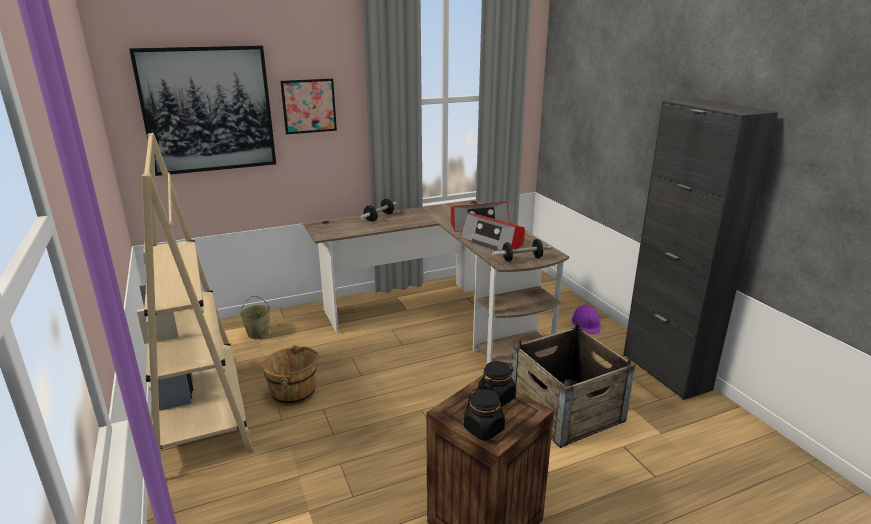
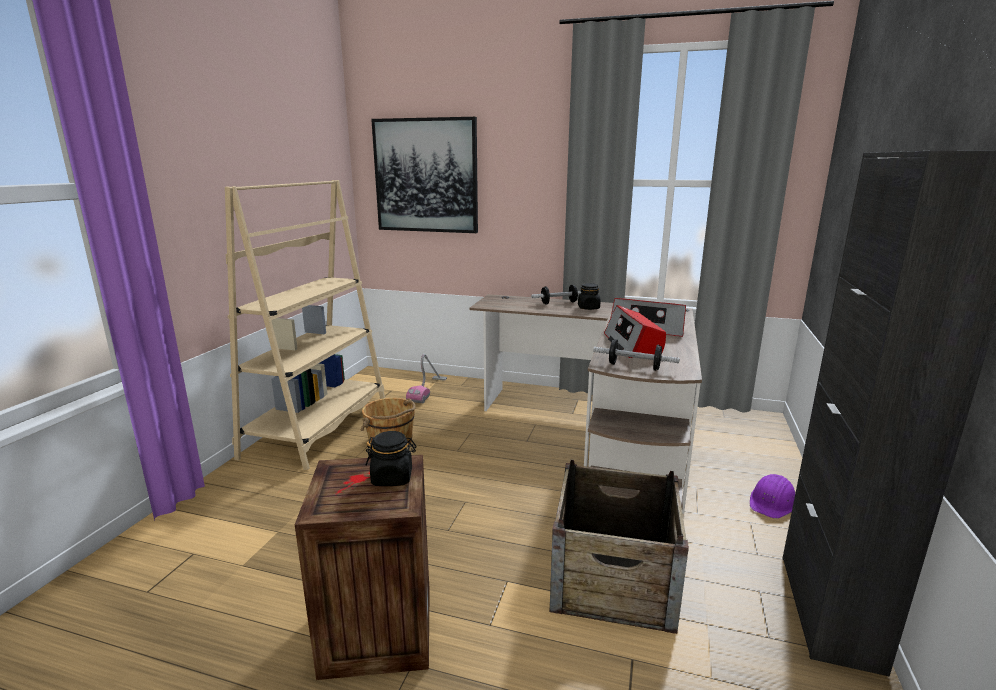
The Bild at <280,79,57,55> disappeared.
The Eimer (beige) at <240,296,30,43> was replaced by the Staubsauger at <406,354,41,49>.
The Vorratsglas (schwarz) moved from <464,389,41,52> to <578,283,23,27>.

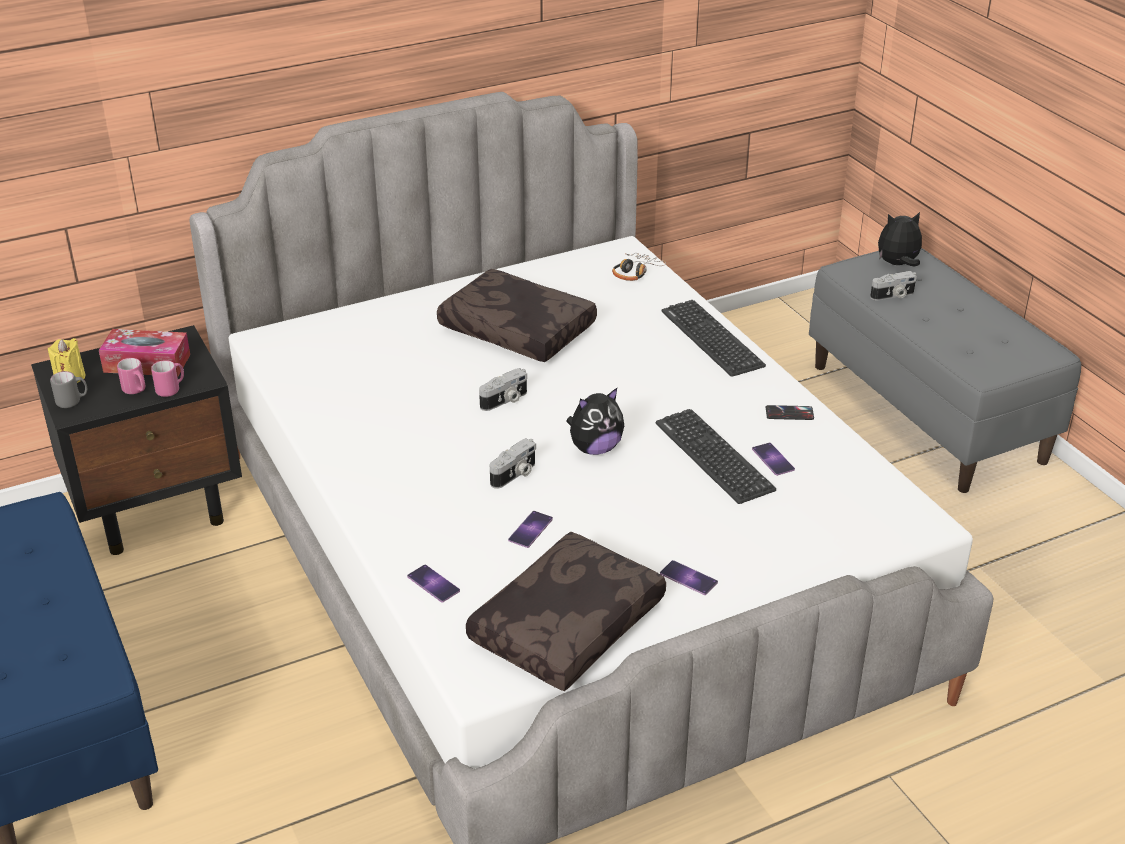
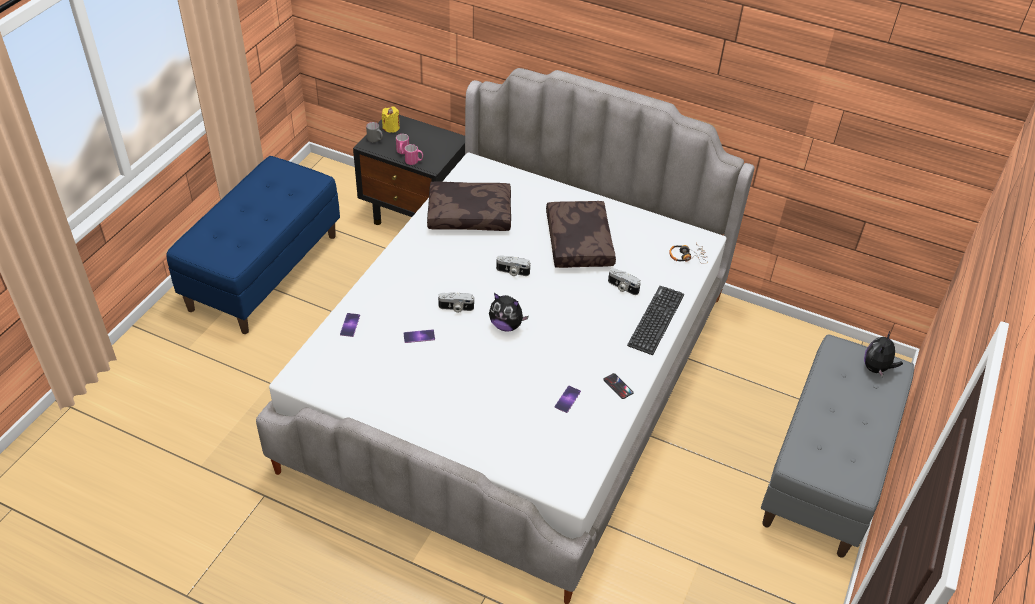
The Plüschtier at <878,212,44,54> turned 105 degrees counterclockwise.
The Kamera moved from <870,271,47,29> to <608,268,33,27>.
The Taschentuchbox at <99,329,91,48> disappeared.
The Tastatur at <656,409,120,95> disappeared.
The Kissen (braun) moved from <466,532,200,159> to <427,181,84,50>.
The Handy at <660,560,58,35> disappeared.

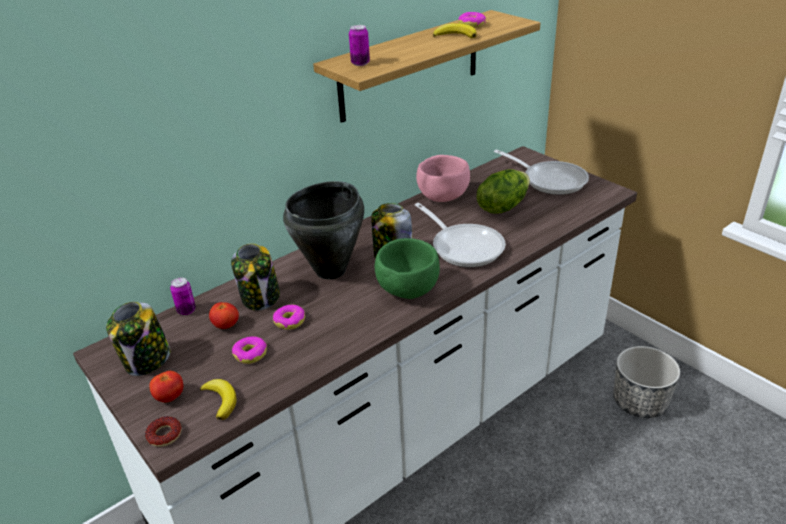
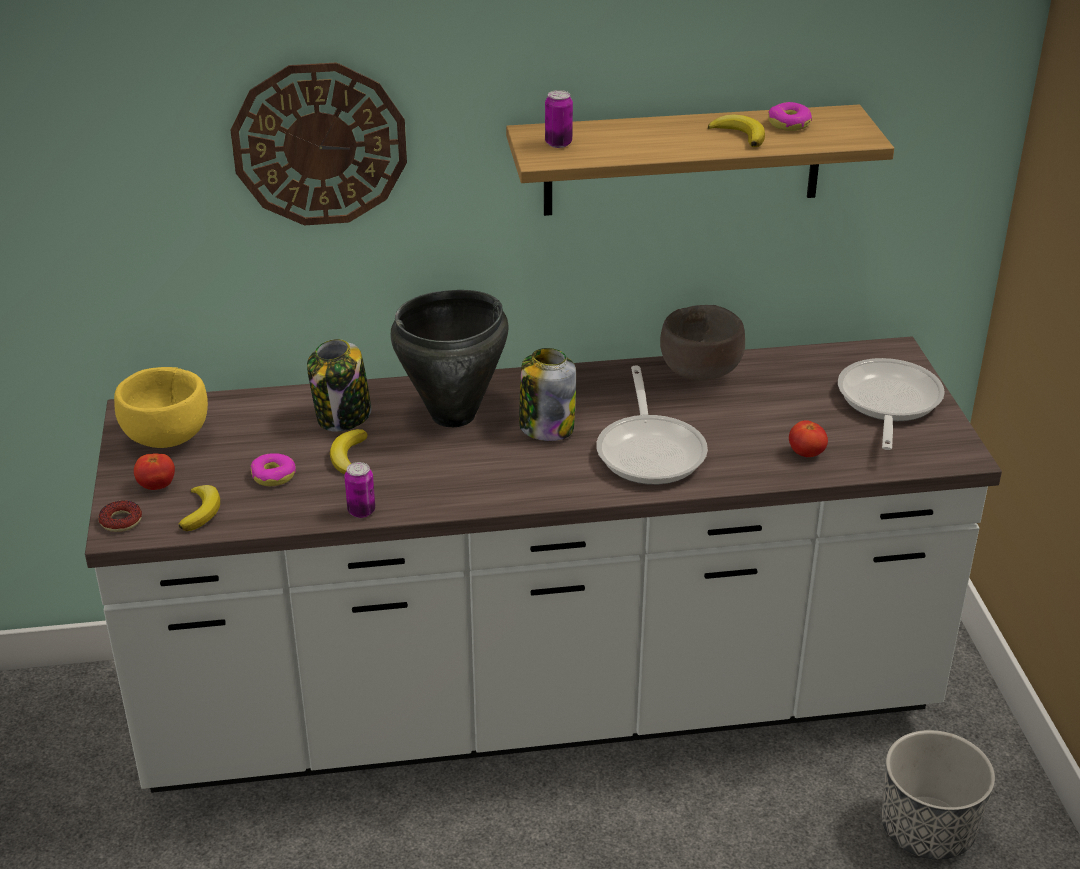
The Pfanne at <494,149,95,46> turned 150 degrees counterclockwise.
The Schüssel (rosa) at <416,155,54,47> became the Schüssel (braun) at <660,305,85,75>.
The Salatkopf at <477,169,53,45> disappeared.
The Schüssel (grün) at <375,238,65,61> disappeared.
The Dose moved from <170,277,26,38> to <344,462,31,56>.
The Vorratsglas at <106,302,65,74> was replaced by the Schüssel (gelb) at <114,367,94,81>.
The Tomate moved from <209,302,30,27> to <789,420,39,37>.
The Donut at <273,305,32,25> was replaced by the Banane at <330,429,38,45>.
The Wanduhr at <230,62,177,164> appeared.

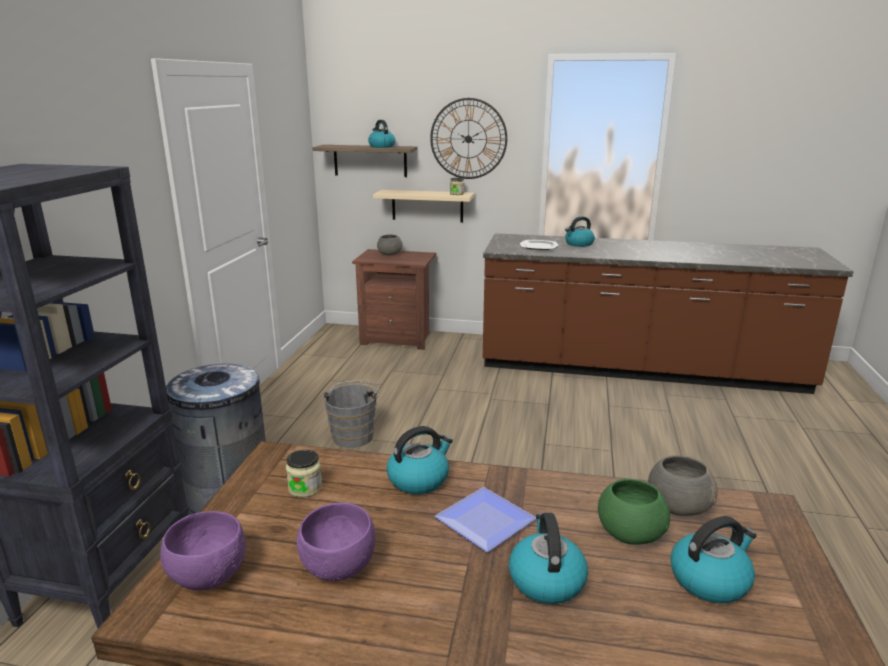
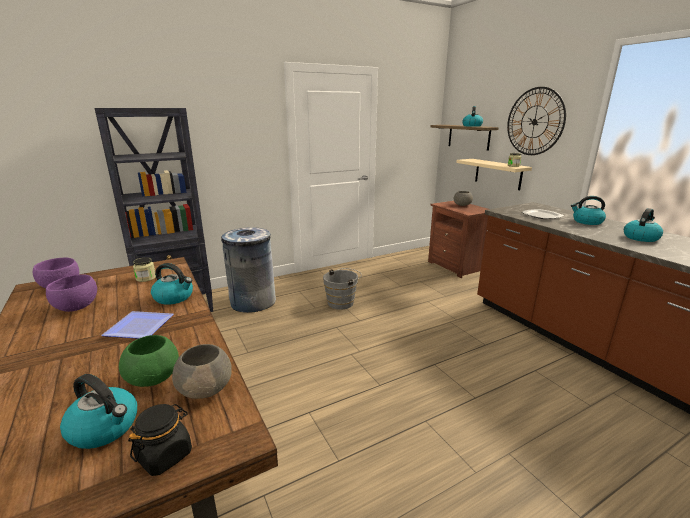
The Wasserkessel moved from <509,513,79,91> to <624,208,39,34>.
The Vorratsglas (schwarz) at <128,404,64,72> appeared.

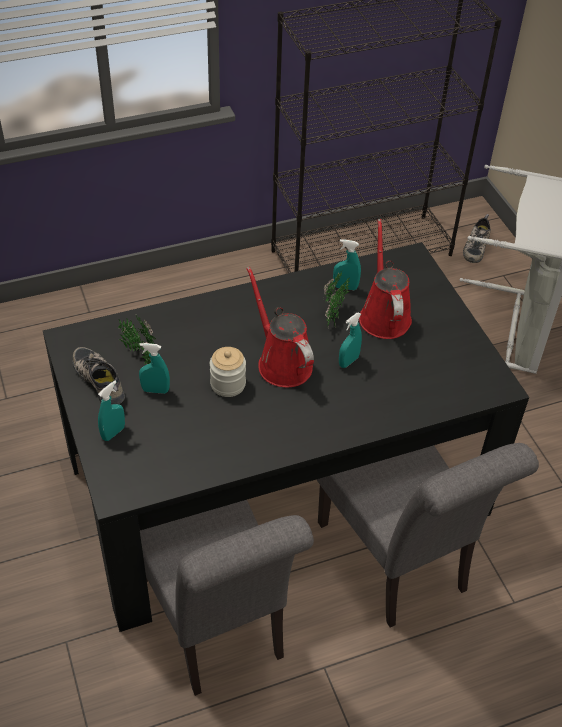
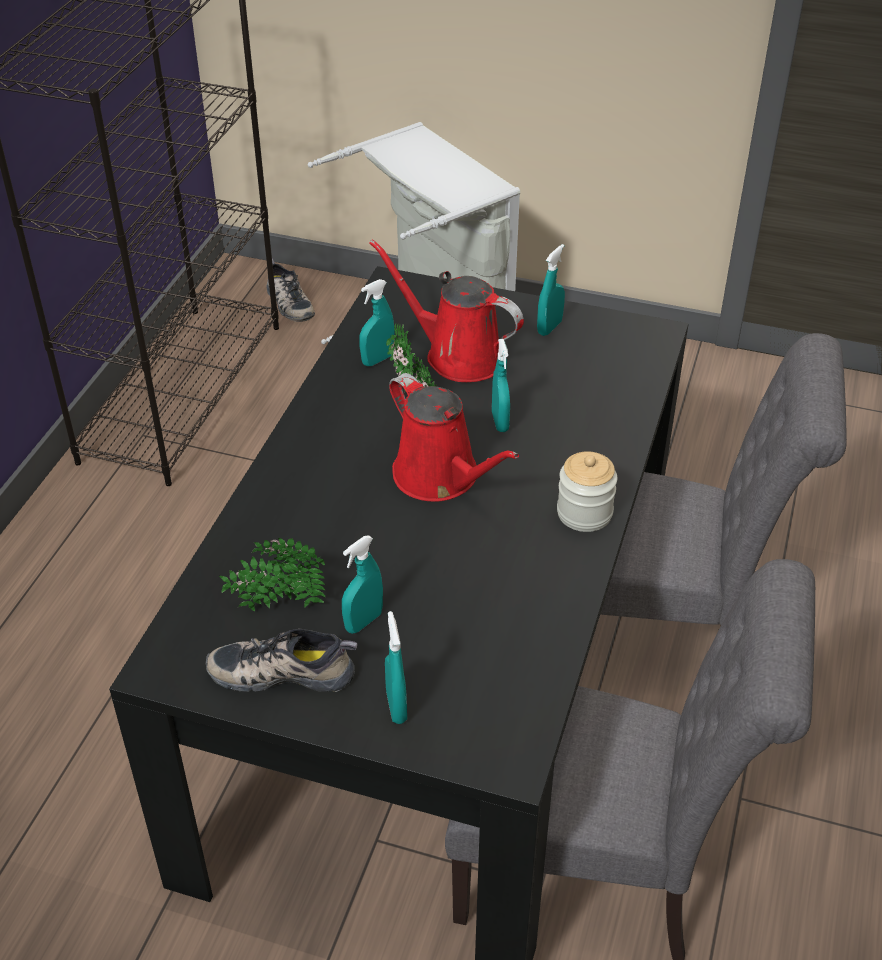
The Gießkanne (rot) at <246,267,68,120> turned 135 degrees counterclockwise.
The Vorratsglas moved from <210,347,36,50> to <557,451,60,81>.
The Sprühflasche (türkis) at <537,244,28,92> appeared.

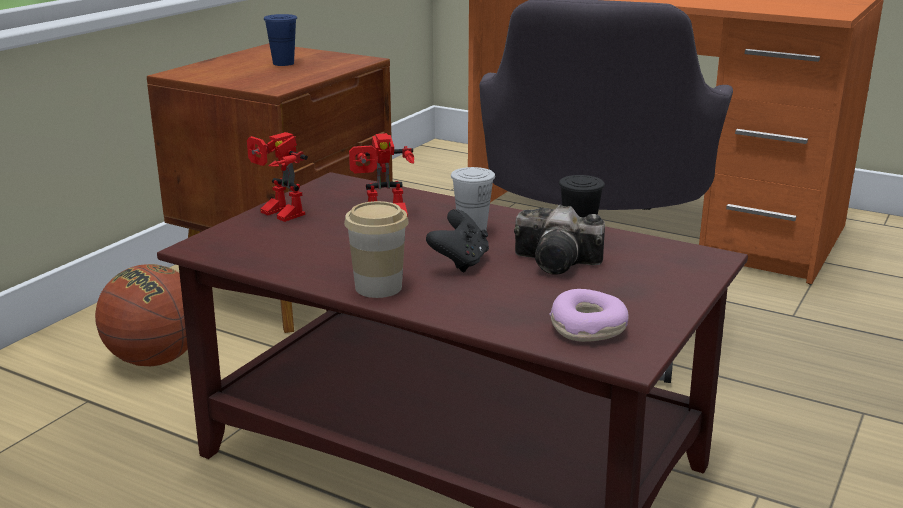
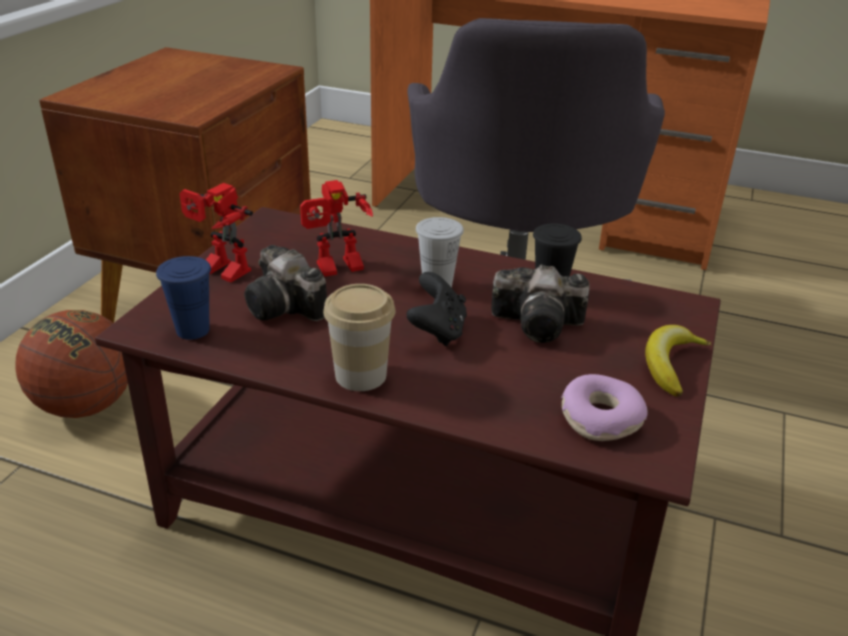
The Tasse (blau) moved from <264,14,33,52> to <156,256,55,84>.
The Kamera at <244,245,83,76> appeared.
The Banane at <645,325,67,72> appeared.

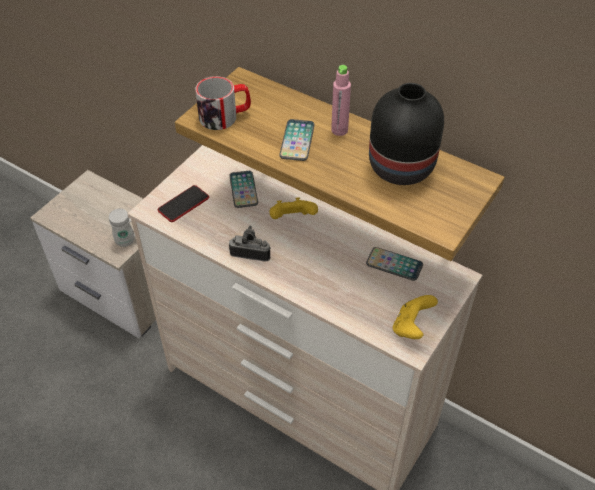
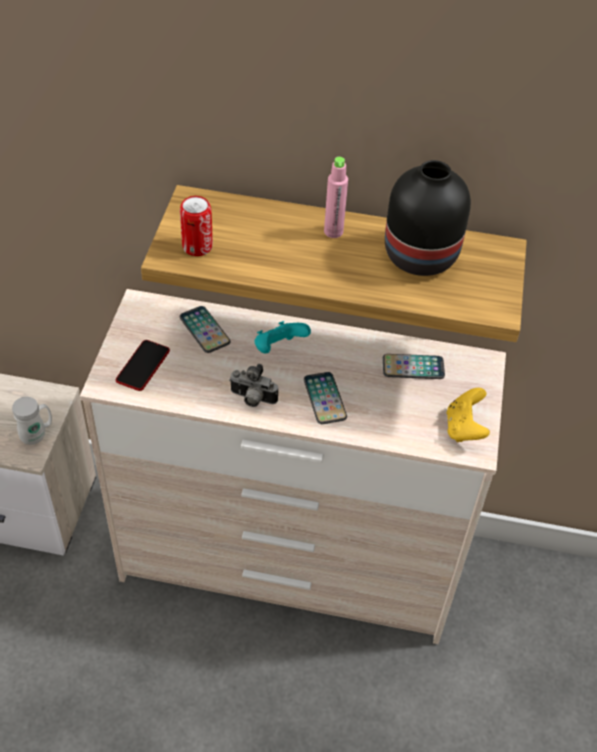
The Henkelbecher at <195,76,56,54> was replaced by the Dose at <180,196,33,60>.
The Handy moved from <279,119,36,42> to <304,372,43,52>.
The Gamepad (gelb) at <270,197,48,22> became the Gamepad (türkis) at <254,321,57,32>.
The Kamera at <229,226,42,35> turned 150 degrees counterclockwise.

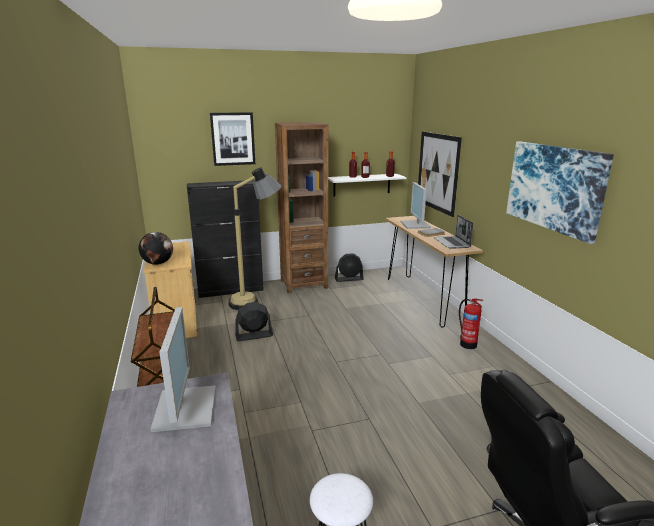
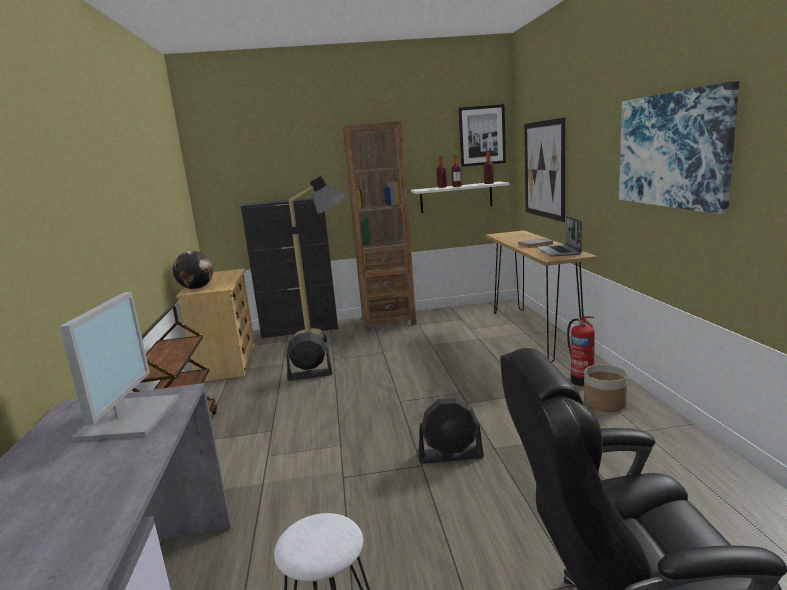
The Bild moved from <210,112,45,54> to <458,104,48,63>.
The Monitor at <400,182,31,47> disappeared.
The Ventilator (schwarz) moved from <335,253,29,29> to <418,398,66,66>.
The Pflanzkübel at <584,365,44,47> appeared.

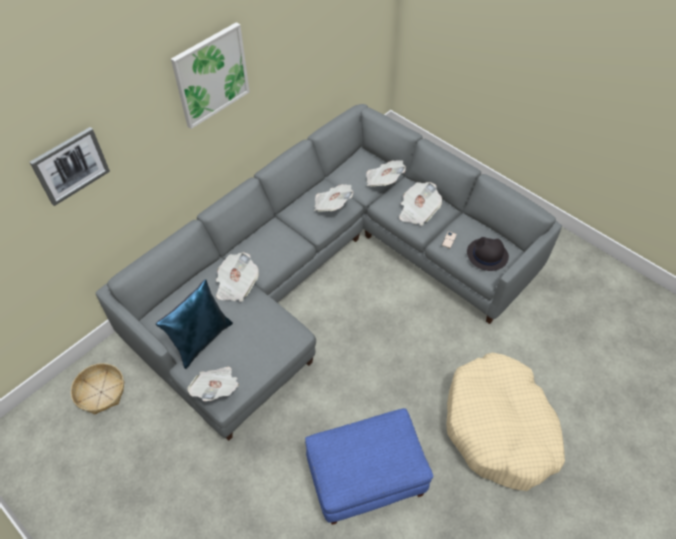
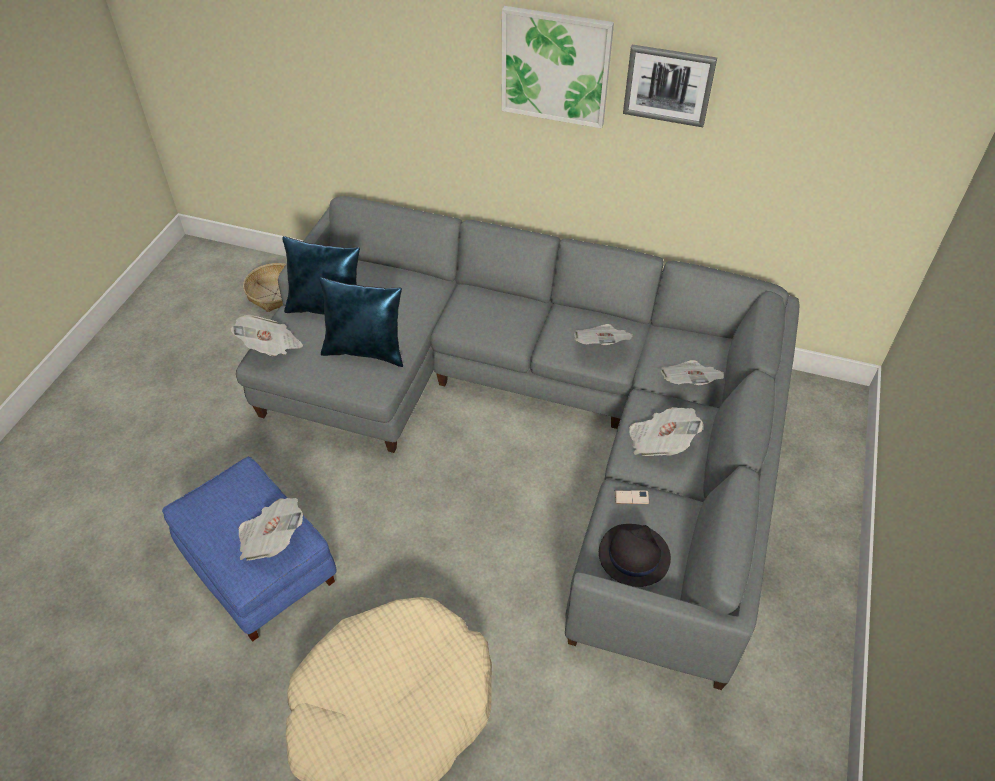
The Bild moved from <29,127,81,79> to <623,45,94,82>.
The Zeitung moved from <216,252,43,50> to <238,498,65,62>.
The Kissen (blau) at <319,277,84,90> appeared.

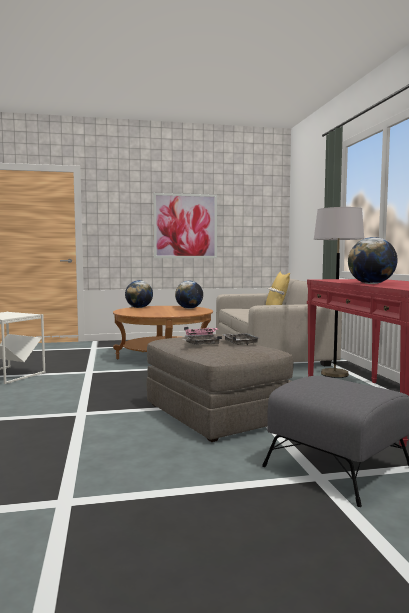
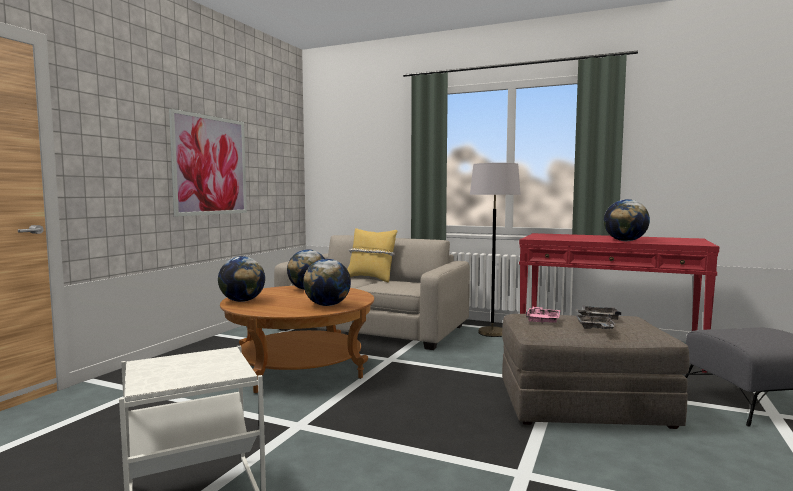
The Globus at <303,259,48,47> appeared.

